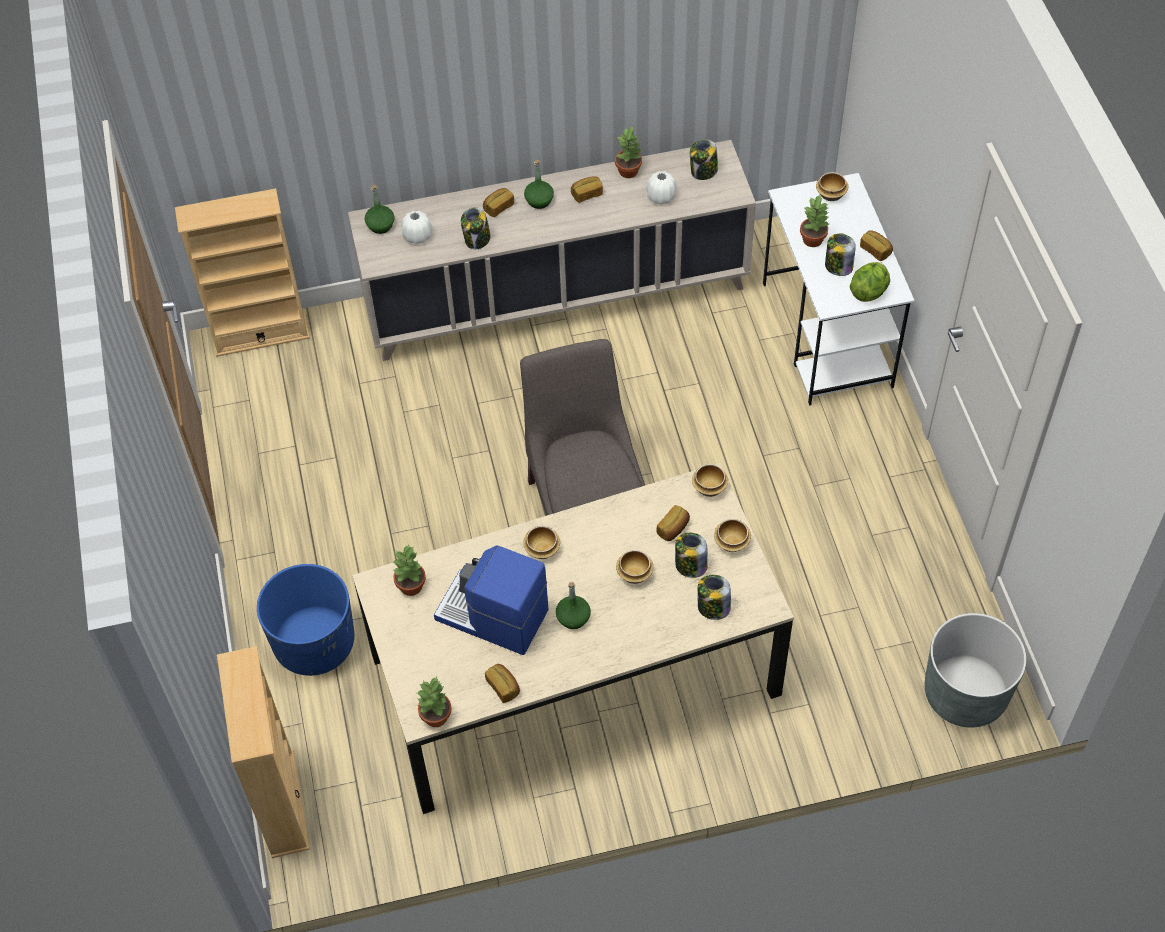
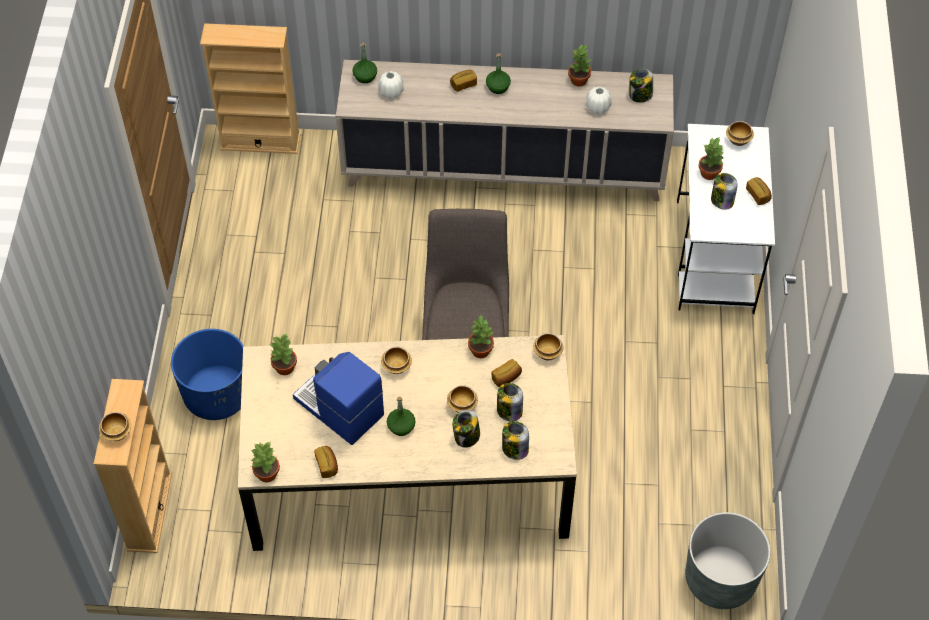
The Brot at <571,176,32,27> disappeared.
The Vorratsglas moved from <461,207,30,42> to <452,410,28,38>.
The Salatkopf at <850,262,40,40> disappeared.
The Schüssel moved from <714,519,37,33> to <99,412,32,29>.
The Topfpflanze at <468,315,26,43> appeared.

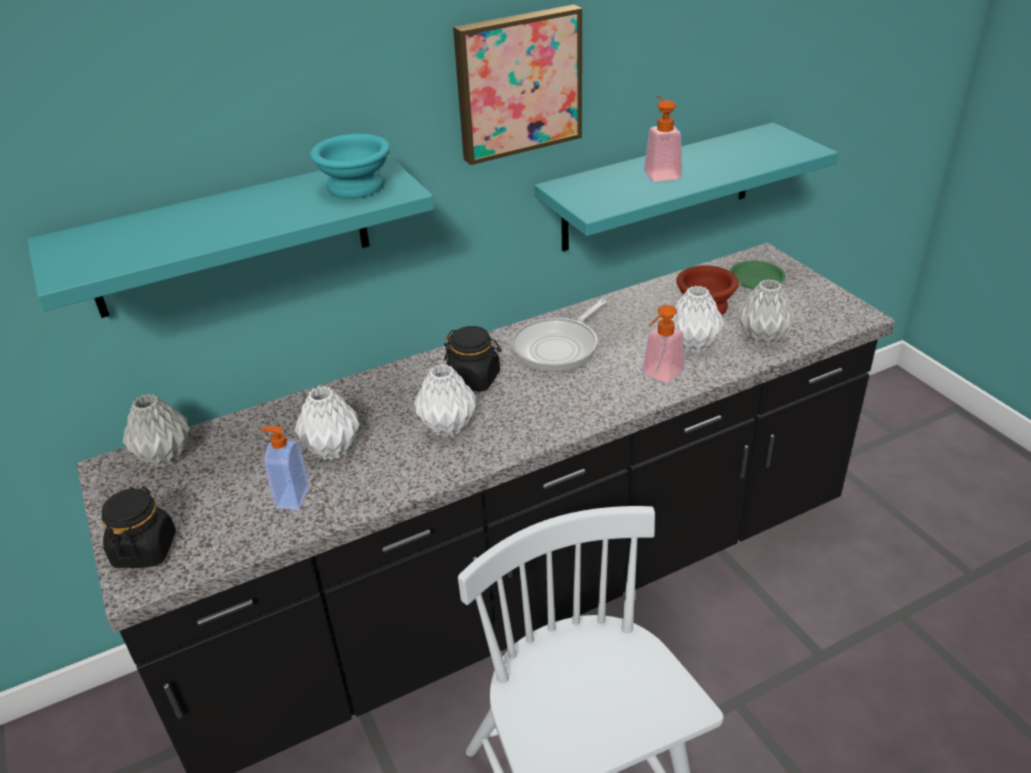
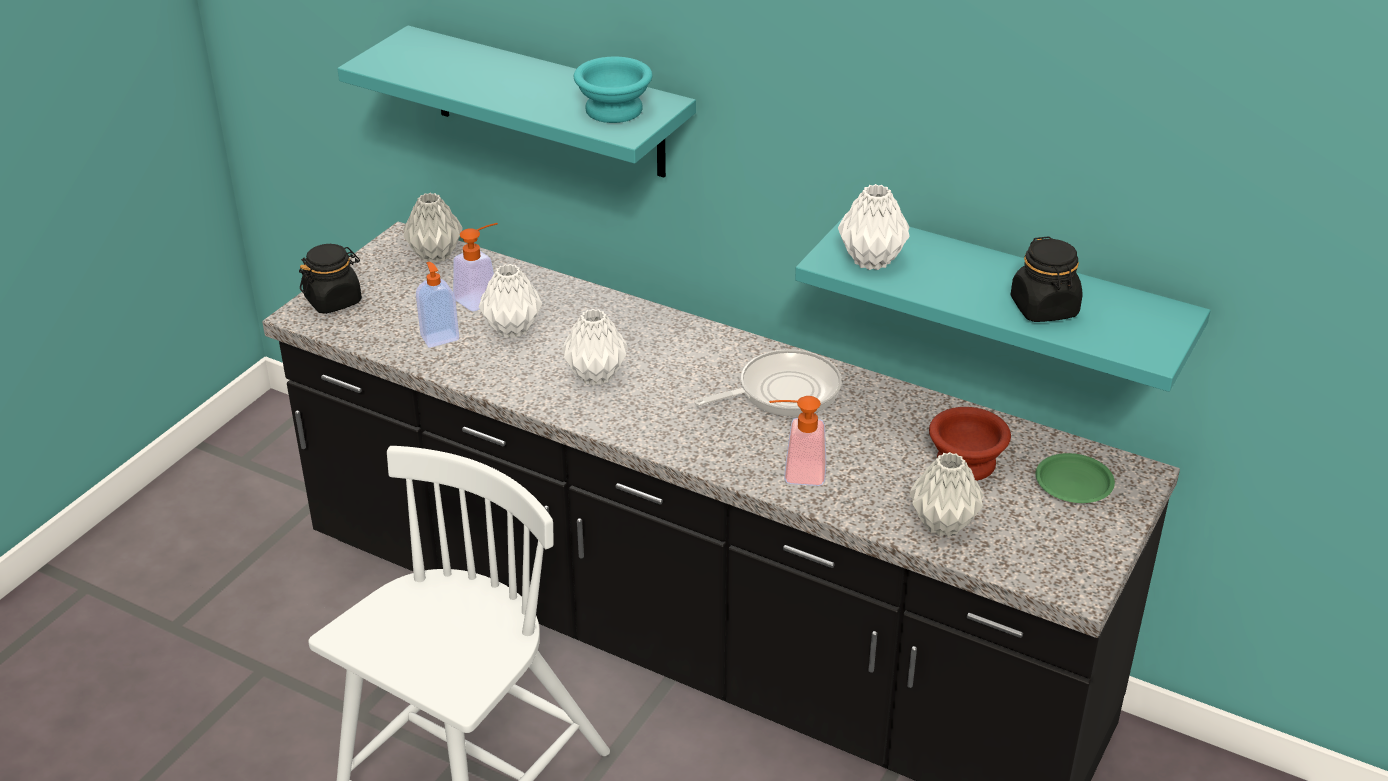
The Bild at <453,4,129,161> disappeared.
The Seifenspender moved from <644,95,38,87> to <453,223,45,88>.
The Vase (weiß) moved from <670,286,54,67> to <838,184,72,86>.
The Pfanne at <512,300,95,72> turned 150 degrees clockwise.
The Vorratsglas (schwarz) moved from <444,326,57,66> to <1011,236,71,86>.

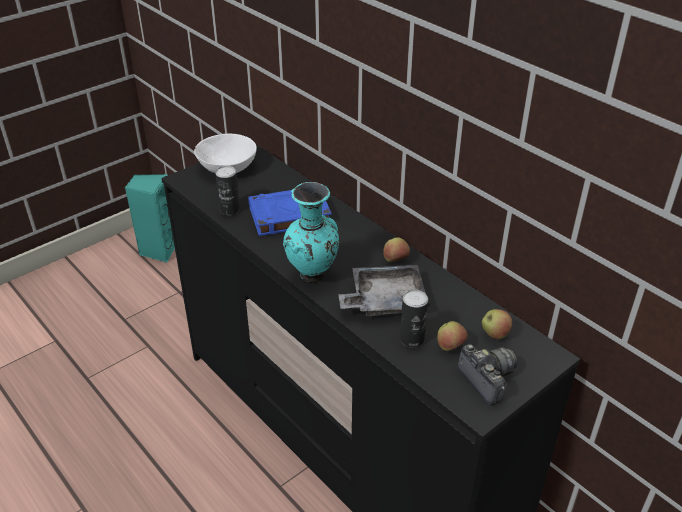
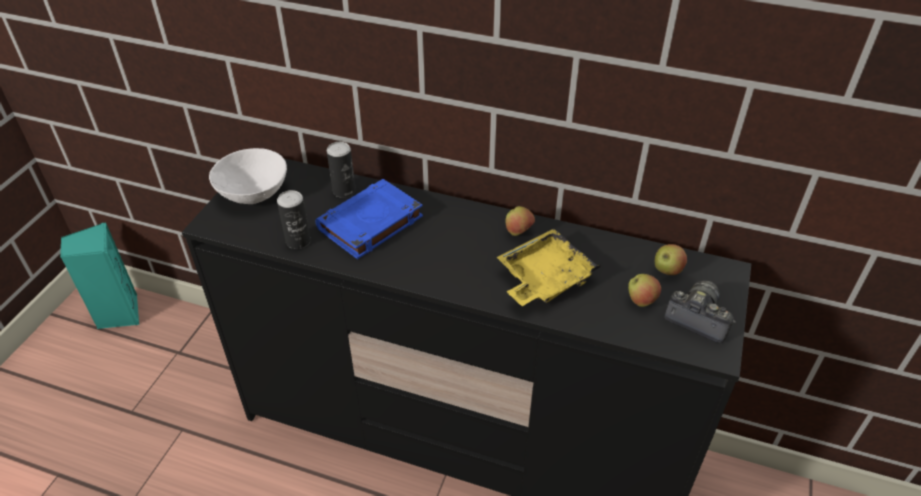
The Vase (türkis) at <283,182,56,101> disappeared.
The Tablett (grau) at <338,265,92,51> became the Tablett (gelb) at <497,229,104,77>.
The Dose moved from <400,290,28,58> to <327,142,29,56>.

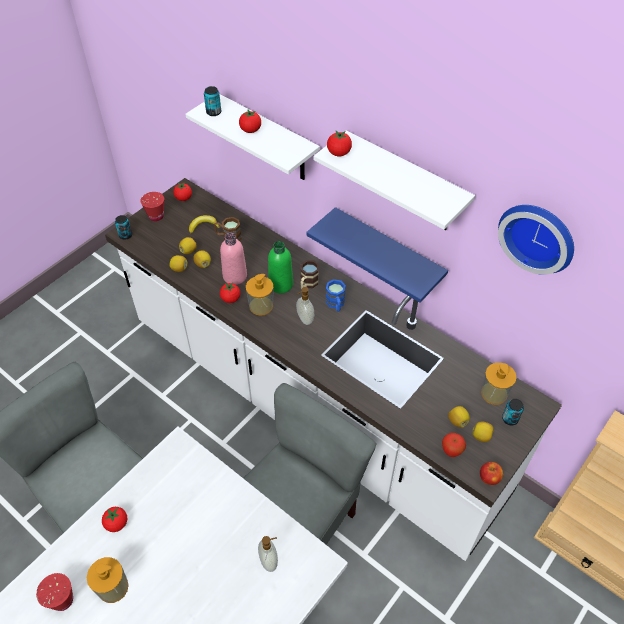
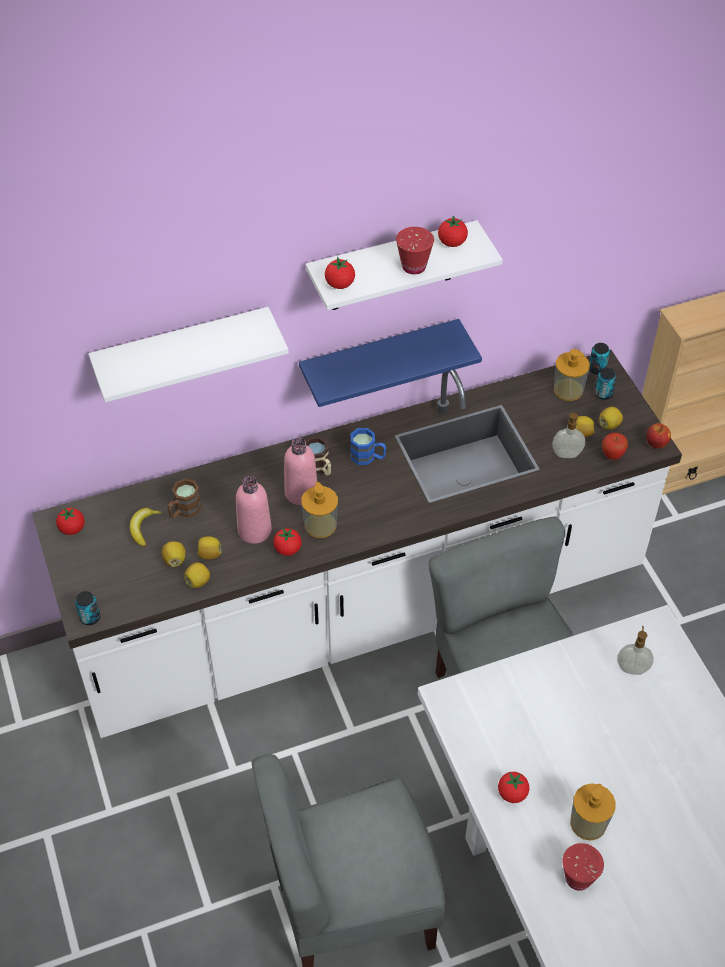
The Dose moved from <204,86,17,30> to <589,343,21,32>.
The Tomate moved from <239,110,22,23> to <438,215,30,32>.
The Tasse (rot) moved from <141,192,23,29> to <396,227,38,48>.
The Wanduhr at <498,205,76,70> disappeared.
The Flasche (grün) at <268,241,25,52> became the Flasche (rosa) at <284,438,33,67>.
The Seifenspender moved from <296,287,18,38> to <552,412,33,46>.

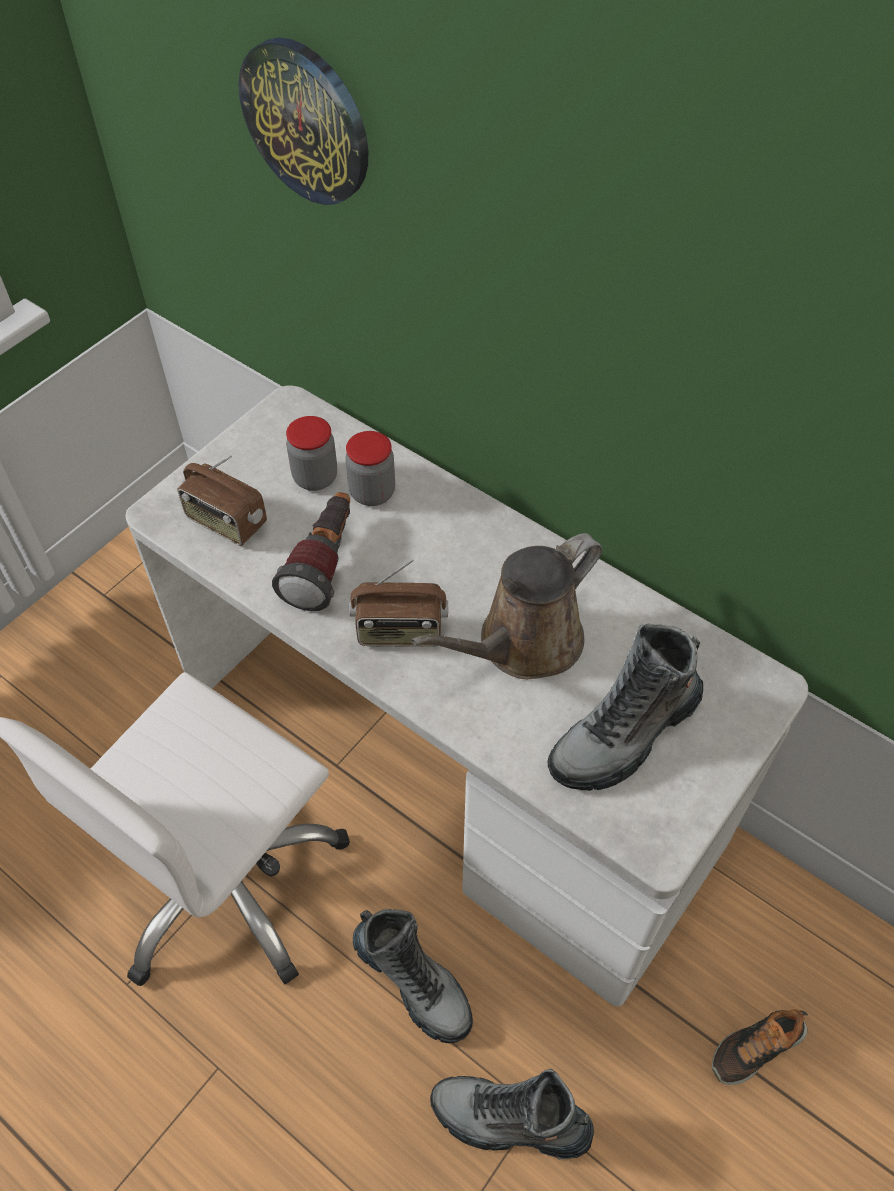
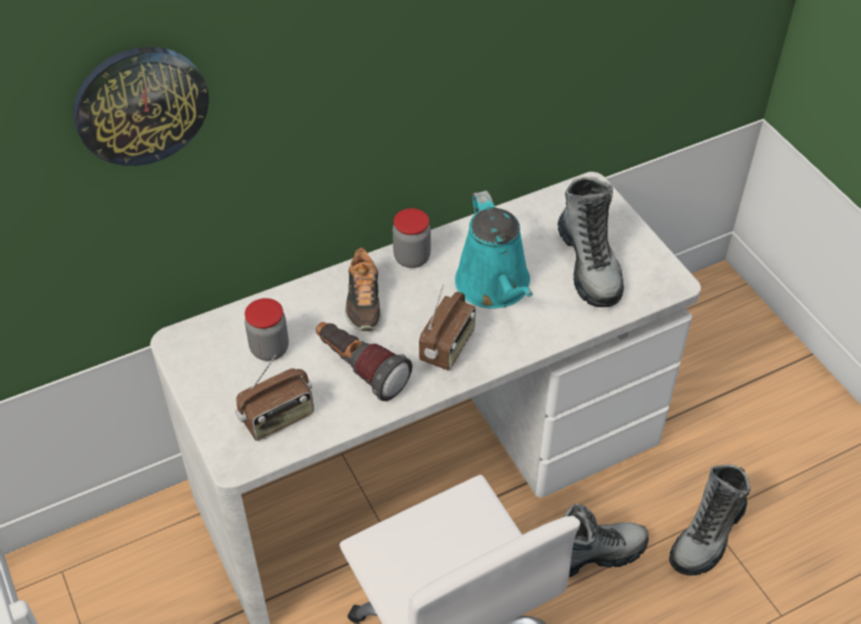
The Vorratsglas moved from <345,431,50,75> to <393,208,38,60>.
The Gießkanne (braun) at <411,533,191,146> became the Gießkanne (türkis) at <455,191,78,118>.
The Schuh moved from <712,1009,96,76> to <345,247,37,84>.

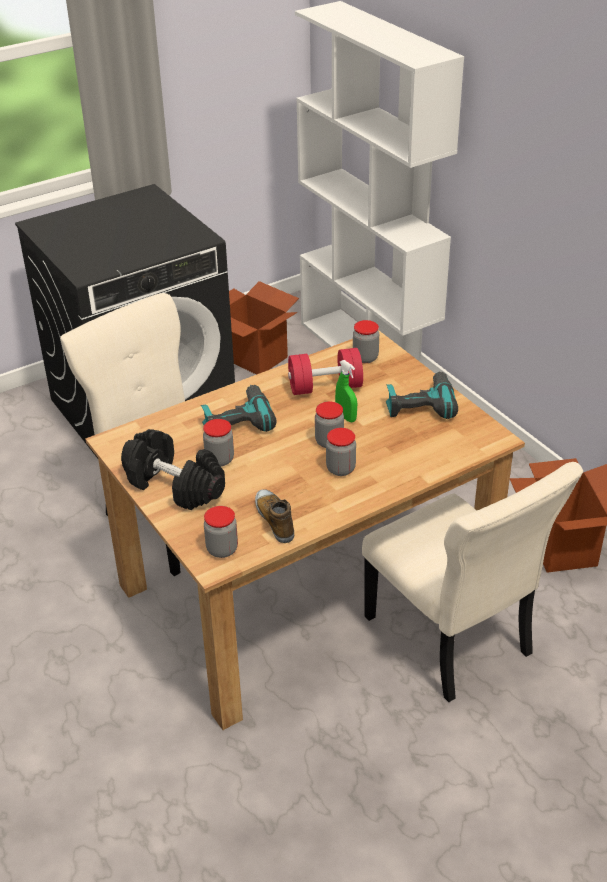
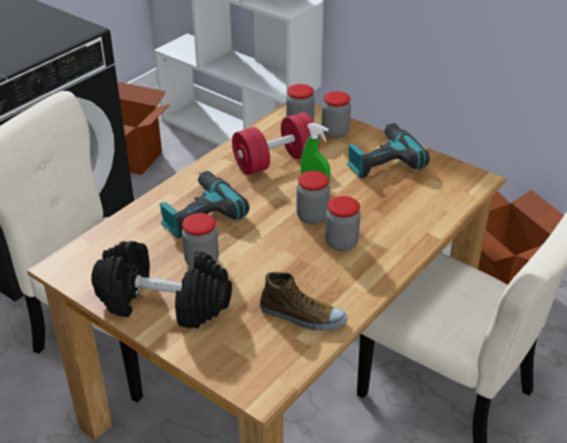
The Schuh at <255,489,39,54> turned 150 degrees clockwise.
The Vorratsglas moved from <204,506,34,52> to <322,91,29,47>.

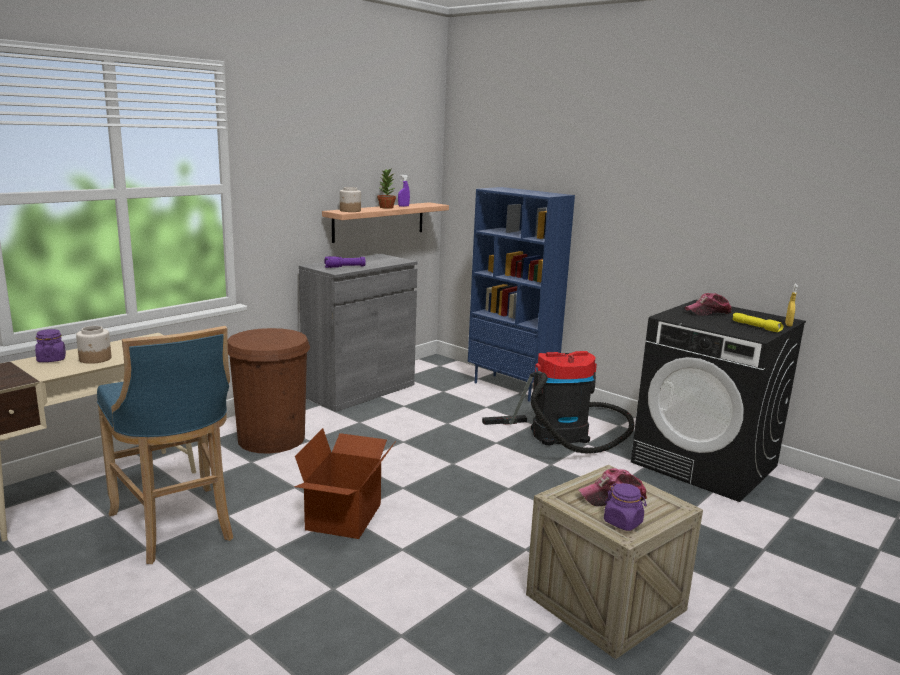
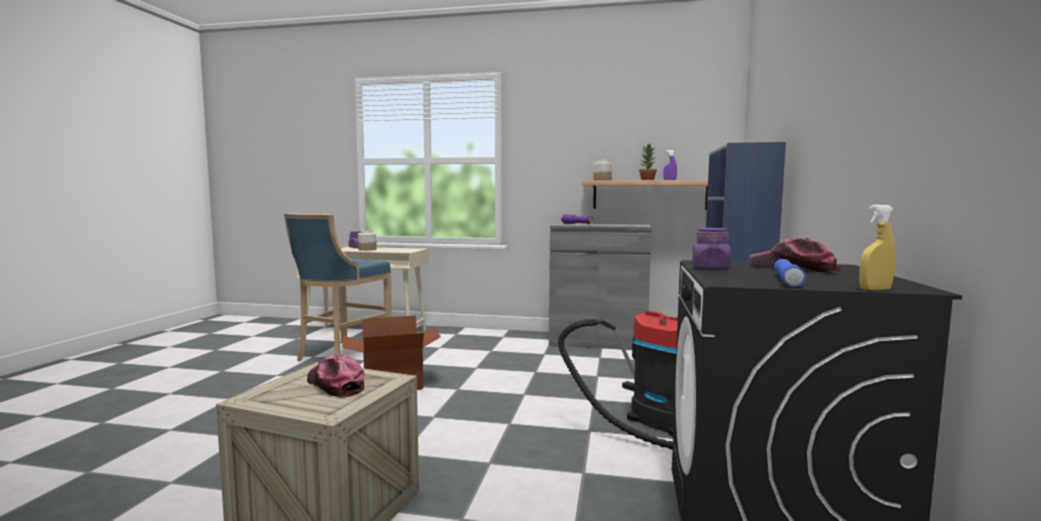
The Taschenlampe (gelb) at <732,313,52,19> became the Taschenlampe (blau) at <774,259,33,28>.
The Mülleimer (braun) at <228,328,82,126> disappeared.
The Vorratsglas (lila) moved from <604,483,43,48> to <692,228,39,42>.

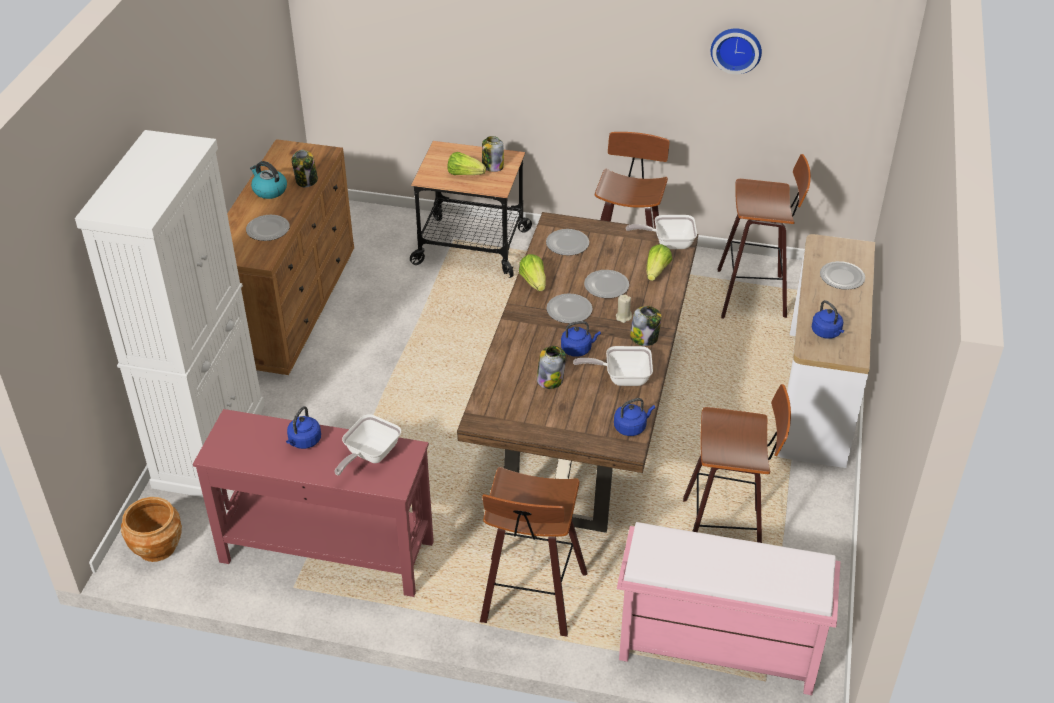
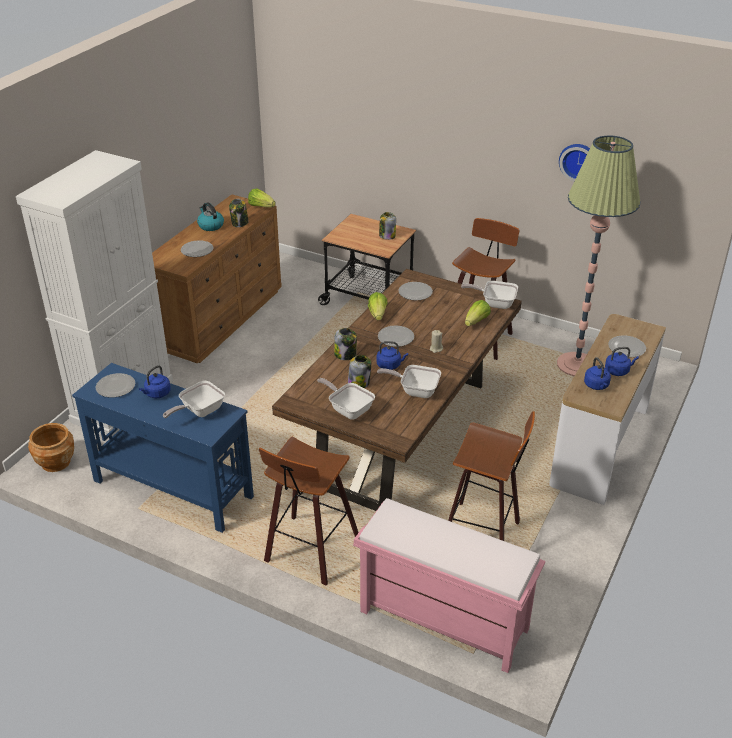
The Salatkopf moved from <447,152,39,23> to <248,188,28,20>.
The Hocker at <718,154,93,165> was replaced by the Stehlampe at <557,136,83,240>.
The Teller moved from <584,270,45,28> to <96,373,39,24>.
The Vorratsglas moved from <630,306,32,40> to <334,328,23,32>.
The Wasserkessel (blau) moved from <614,398,41,38> to <605,347,34,29>.
The Konsolentisch (rot) at <193,409,241,188> became the Konsolentisch (blau) at <72,363,182,170>.
The Pfanne at <317,378,58,42> appeared.

